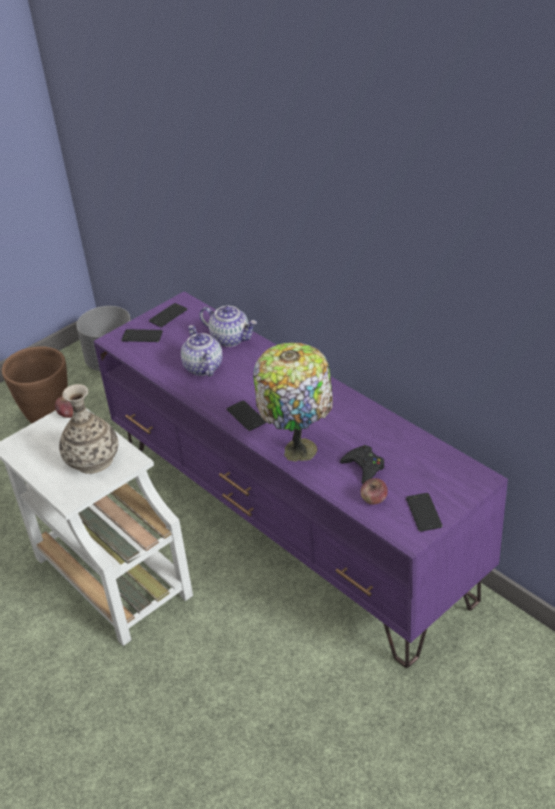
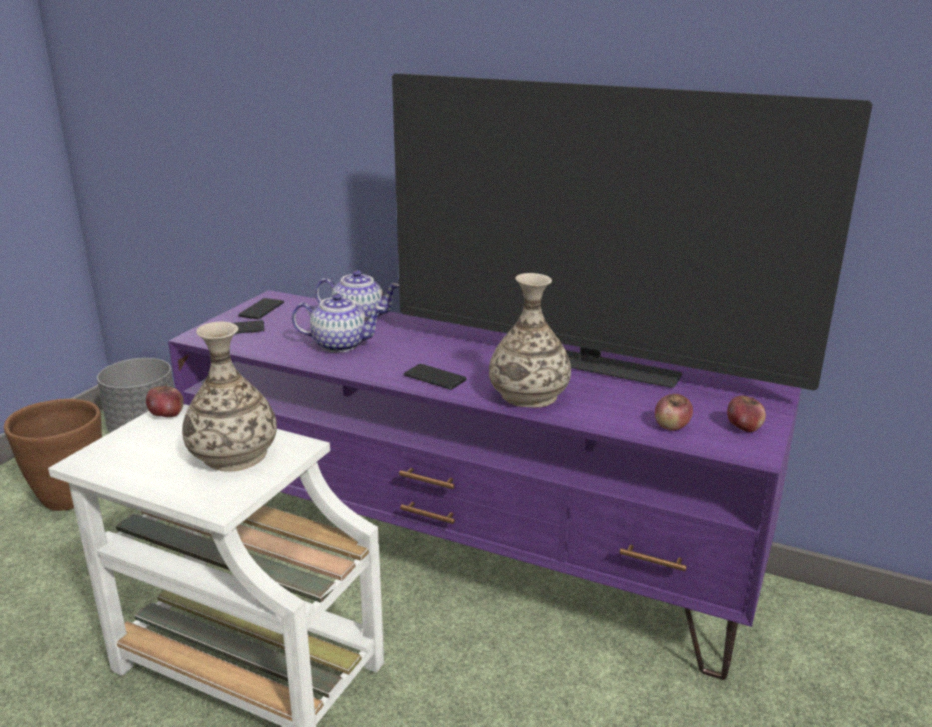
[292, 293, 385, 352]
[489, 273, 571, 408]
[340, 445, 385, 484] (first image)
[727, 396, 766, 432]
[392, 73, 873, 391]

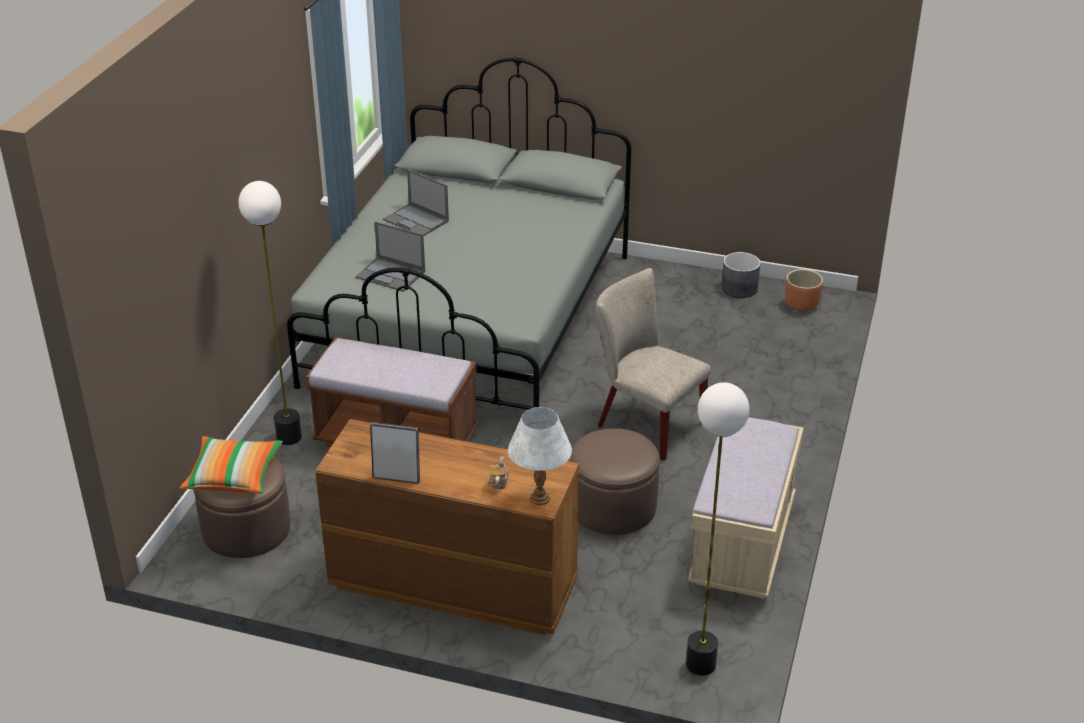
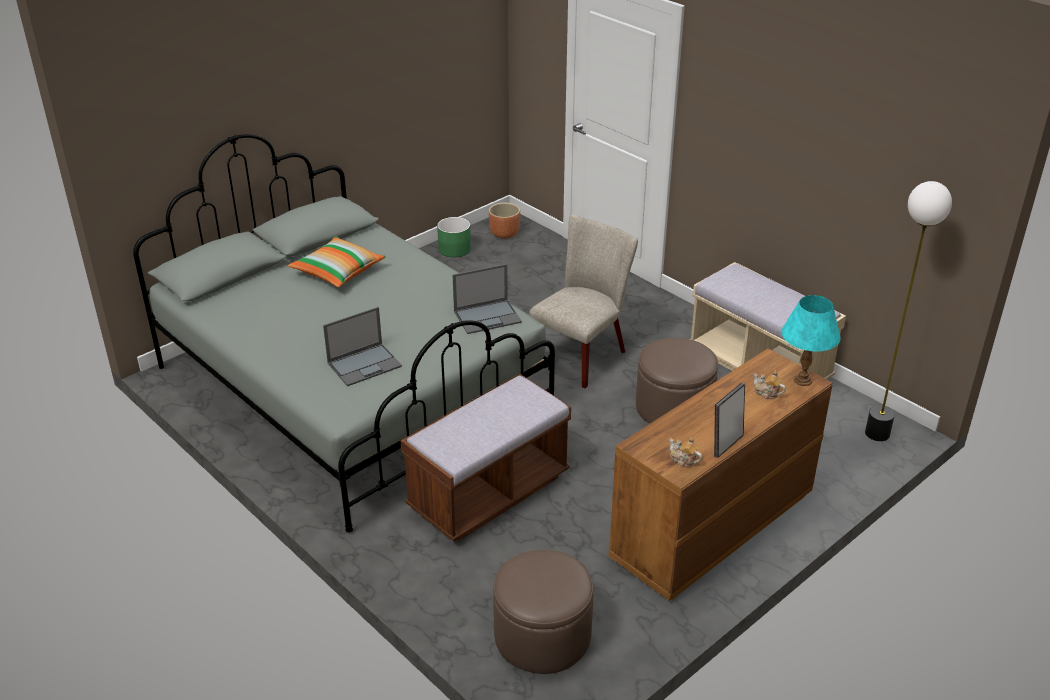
[452, 264, 522, 334]
[238, 181, 302, 445] (first image)
[437, 217, 471, 257]
[530, 215, 638, 388]
[781, 295, 841, 386]
[288, 236, 386, 287]
[669, 437, 702, 467]

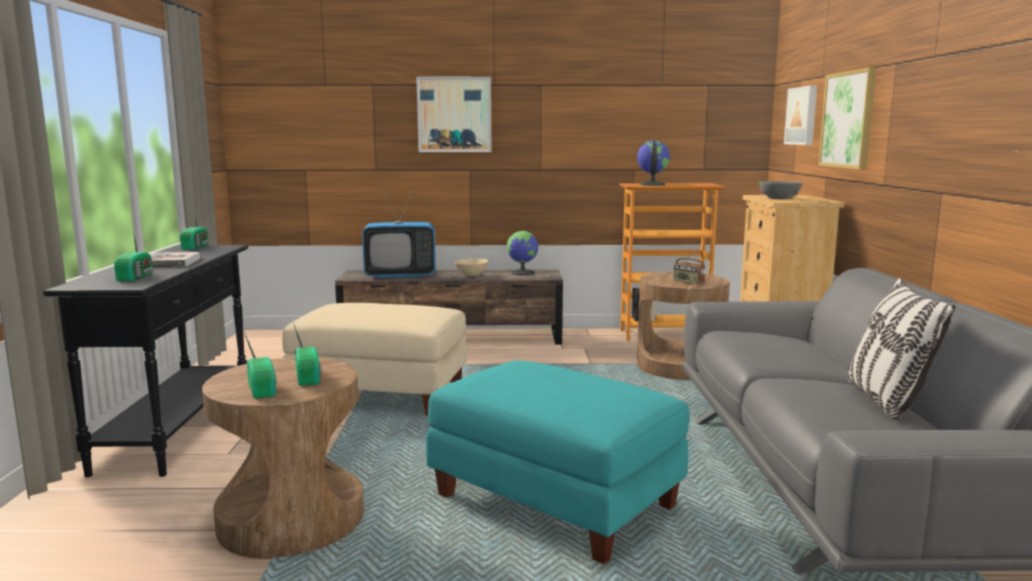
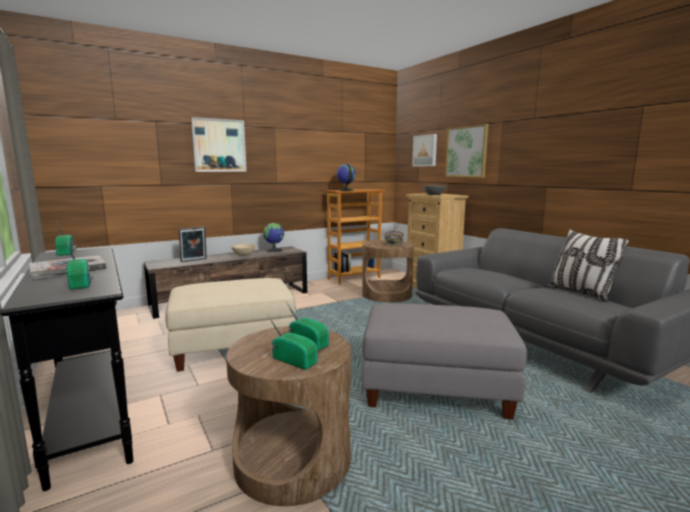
[179, 227, 207, 262]
[362, 303, 527, 420]

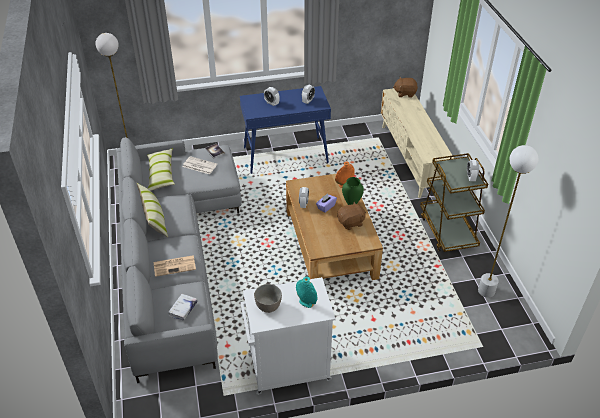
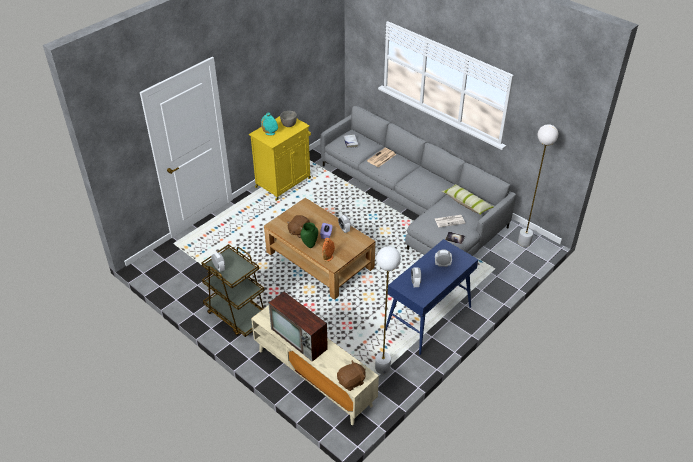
[375, 246, 401, 374]
[137, 183, 168, 237] (first image)
[249, 116, 311, 201]
[268, 292, 328, 362]

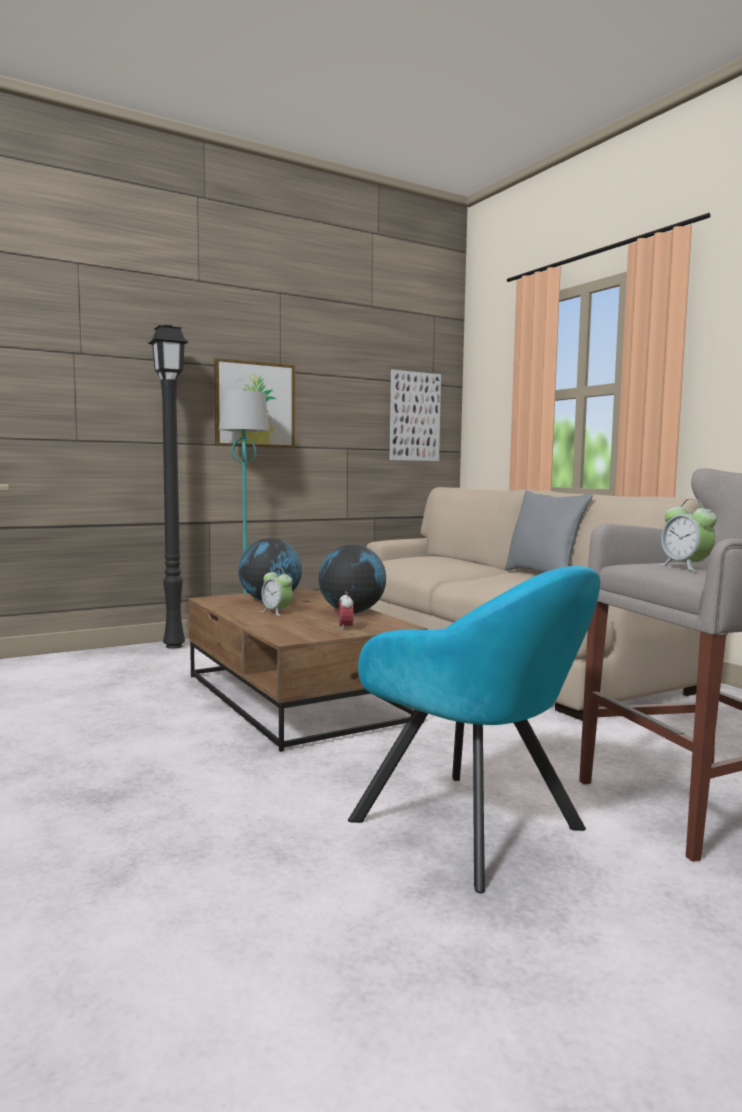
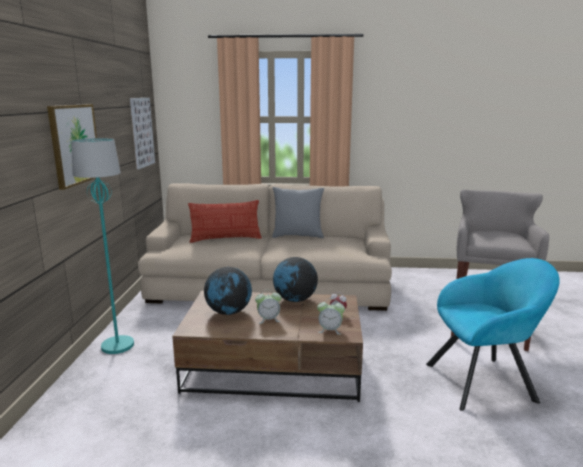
[148, 324, 189, 649] (first image)
[317, 299, 345, 335]
[188, 200, 262, 243]

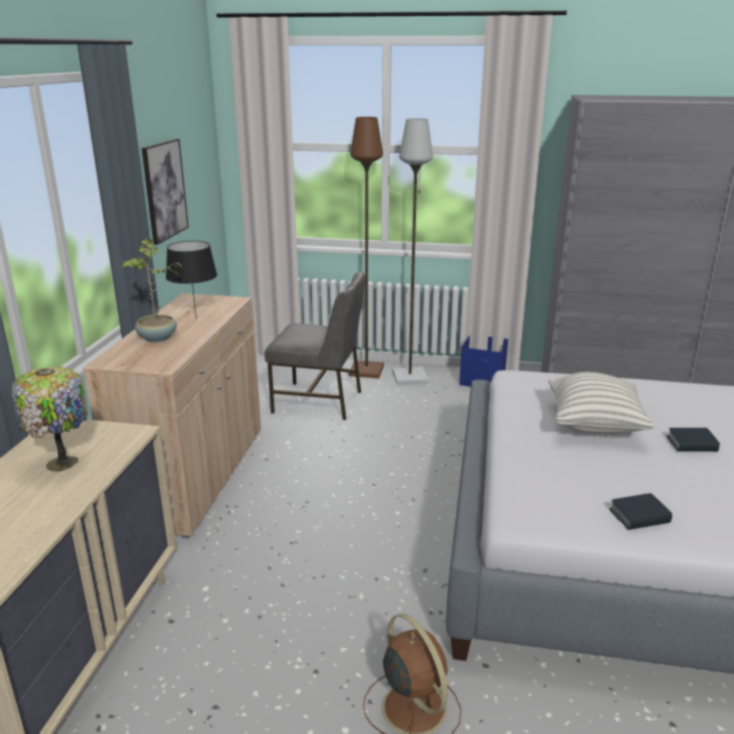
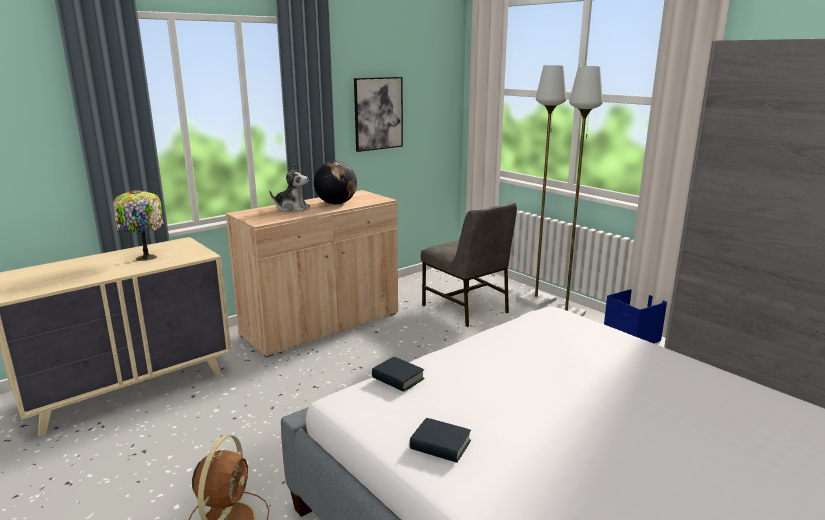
[516, 65, 567, 308]
[269, 164, 310, 212]
[314, 161, 357, 204]
[548, 372, 655, 434] (first image)
[372, 357, 424, 392]

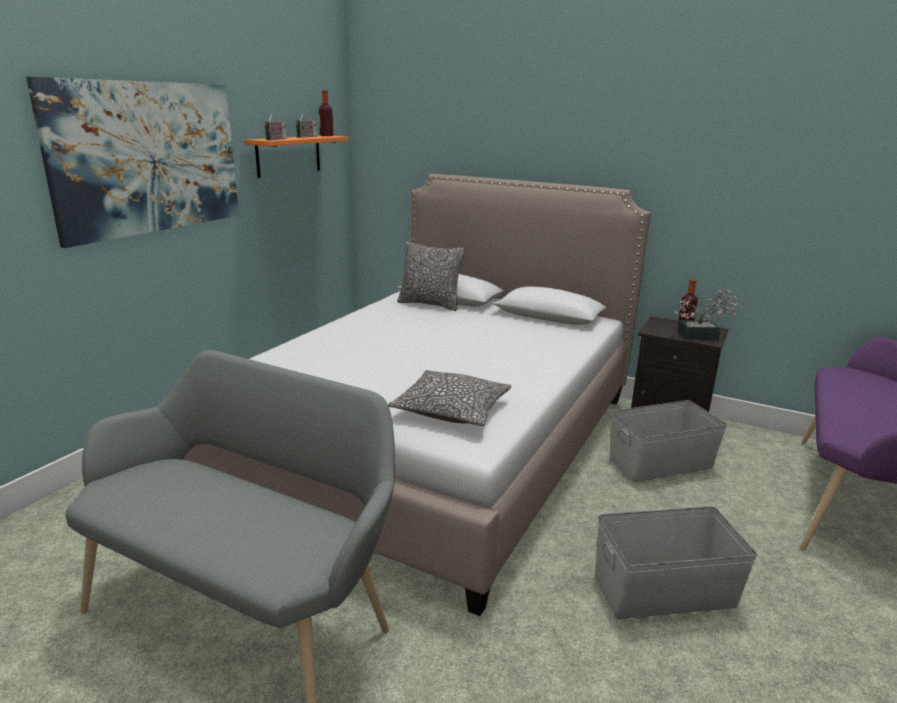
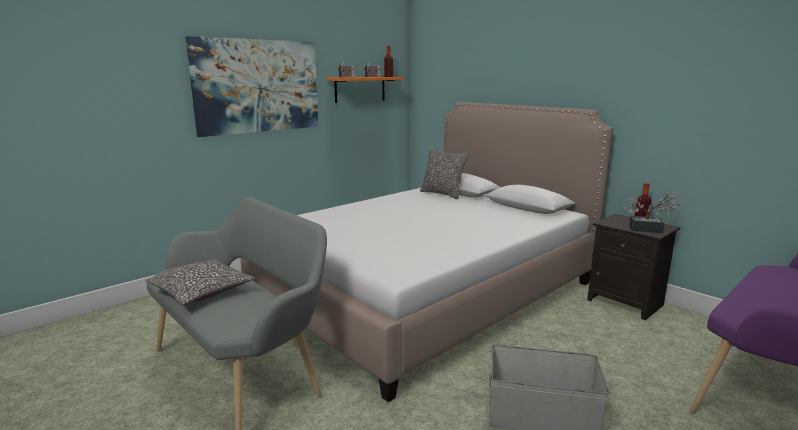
[146, 259, 255, 305]
[610, 400, 727, 482] (first image)

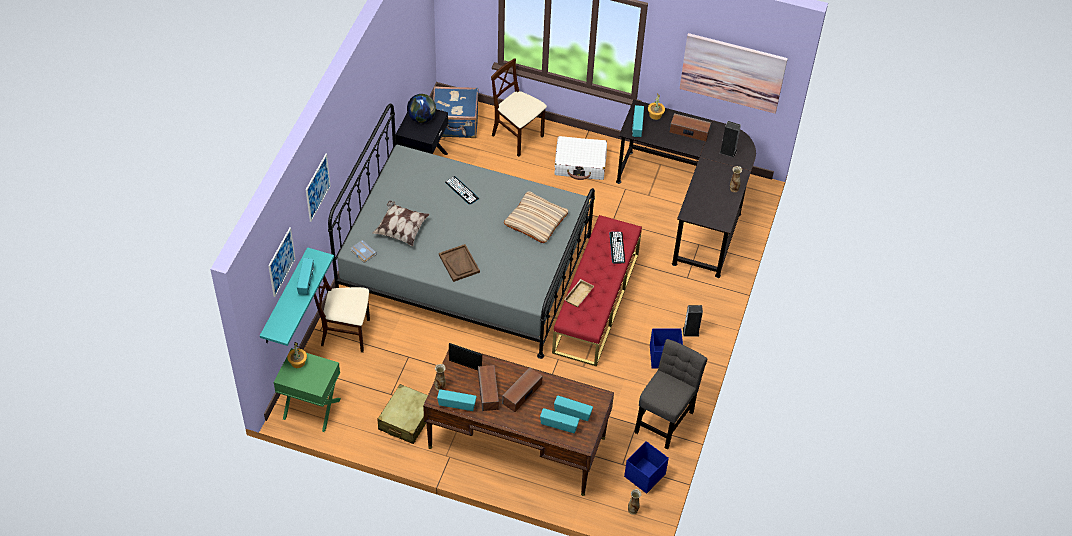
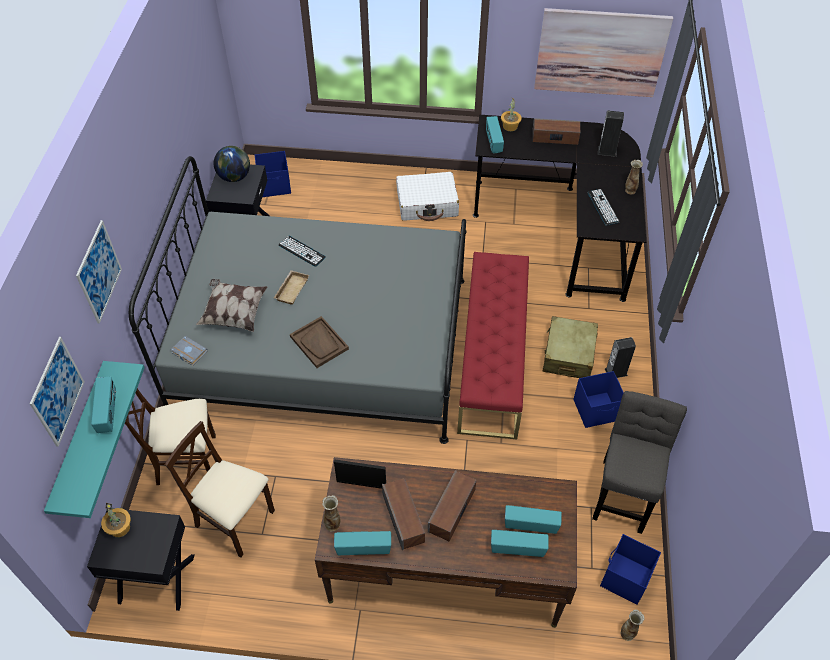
[165, 421, 275, 557]
[255, 151, 291, 197]
[504, 191, 568, 243] (first image)
[588, 189, 620, 225]
[274, 270, 309, 305]
[87, 508, 195, 611]
[543, 316, 598, 378]

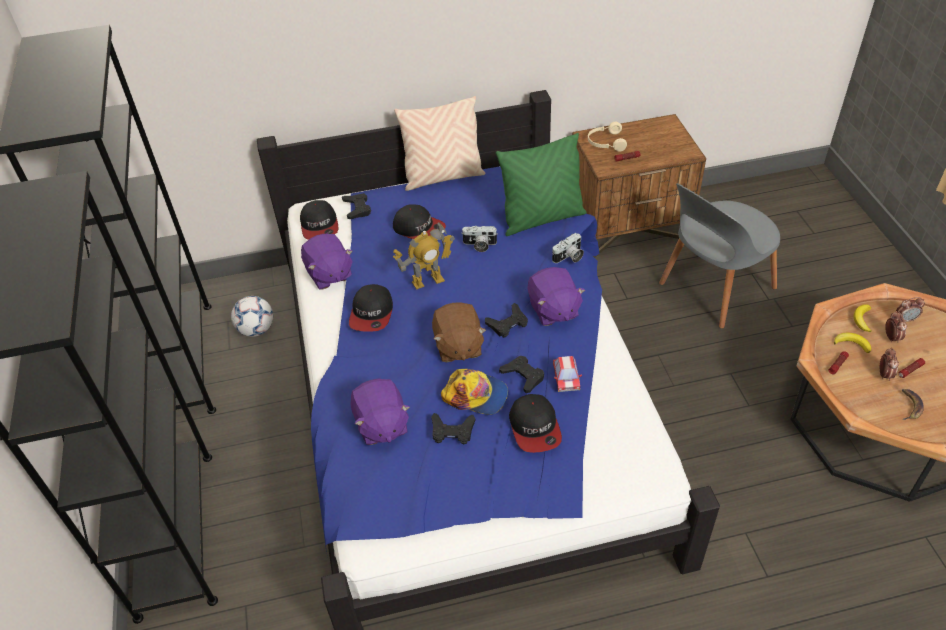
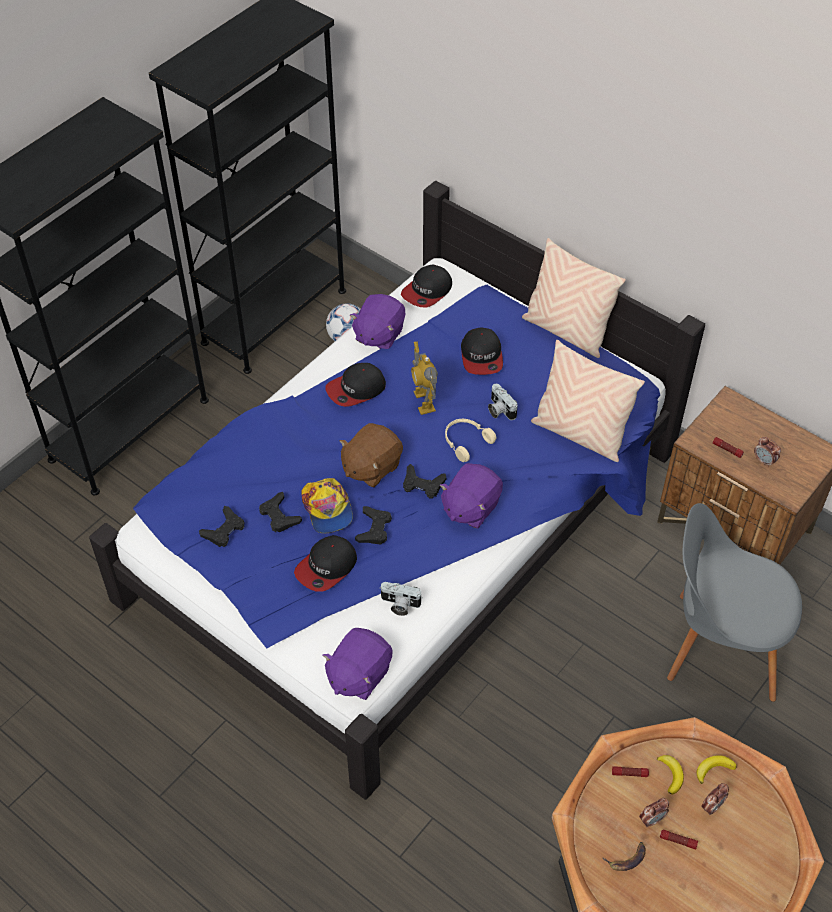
[445, 419, 496, 462]
[531, 340, 645, 462]
[199, 506, 245, 547]
[411, 341, 438, 415]
[380, 582, 423, 616]
[754, 437, 781, 467]
[553, 356, 582, 392] (first image)
[322, 628, 393, 700]

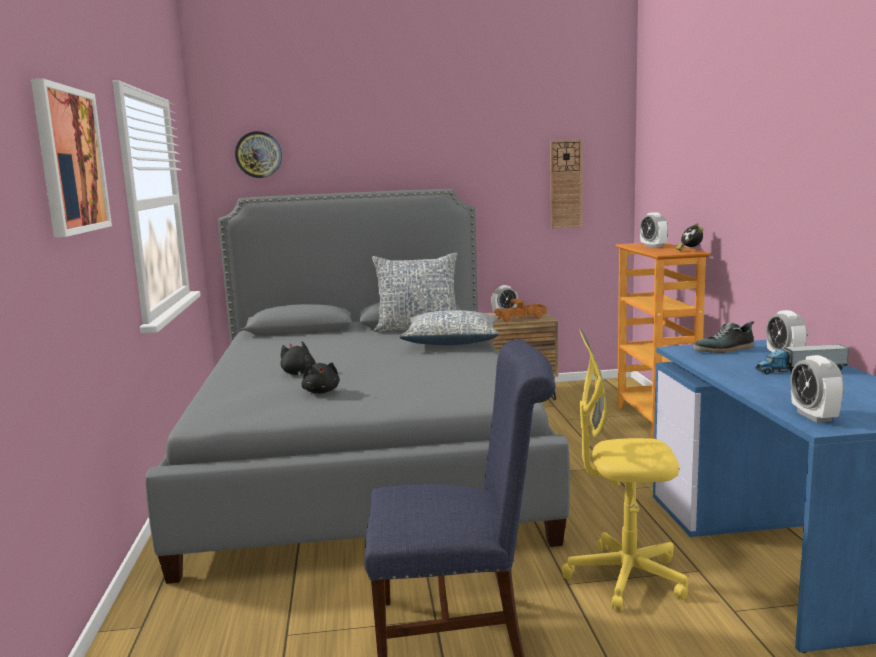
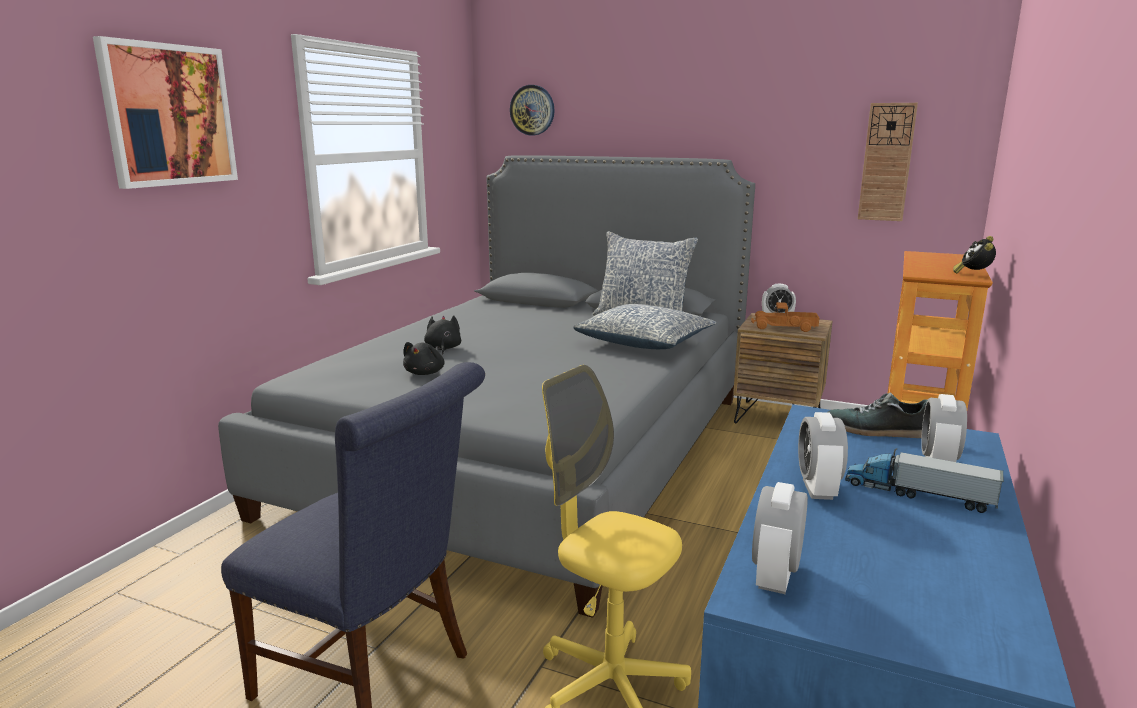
[798, 412, 848, 500]

